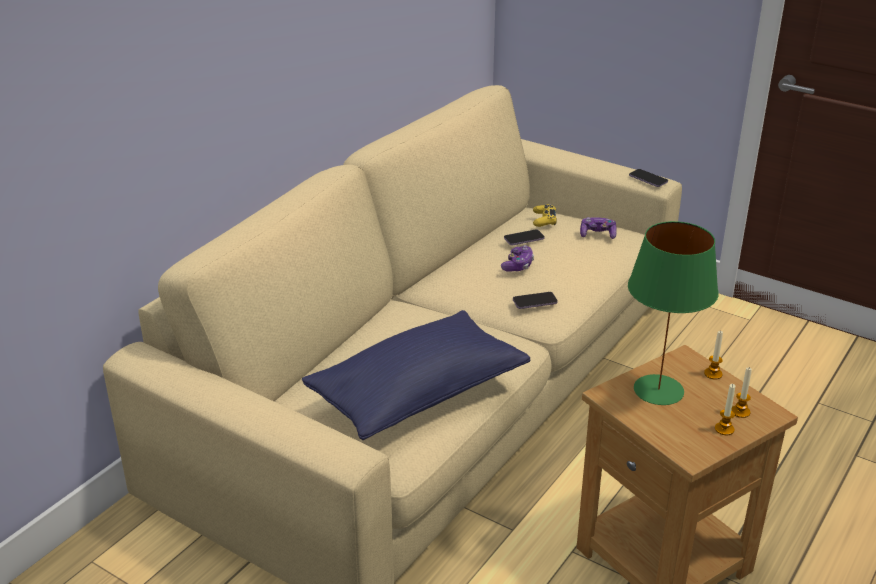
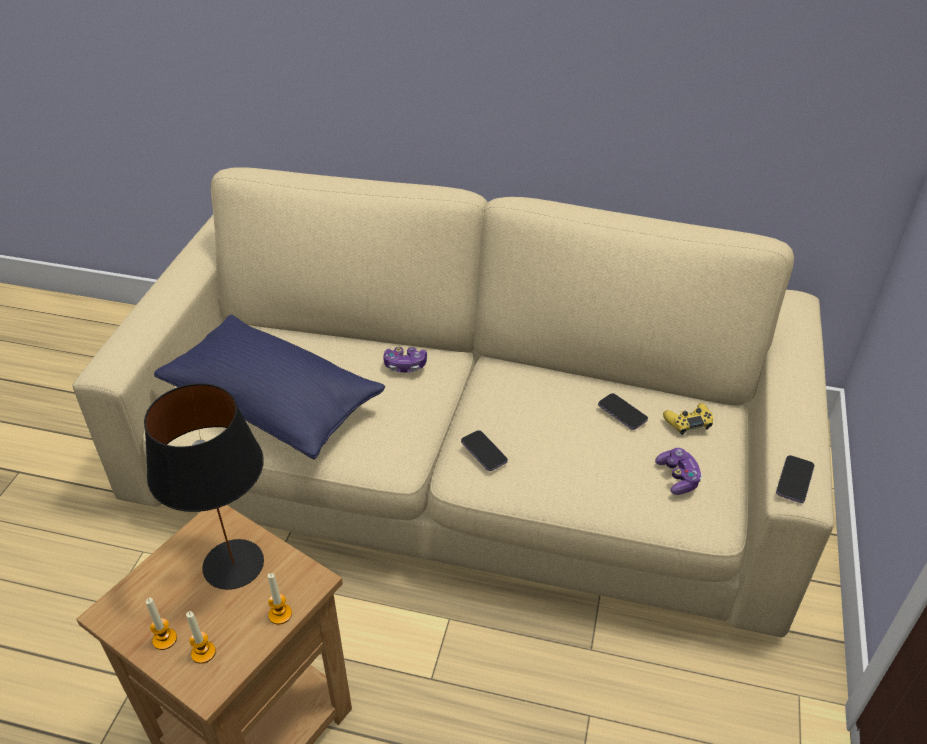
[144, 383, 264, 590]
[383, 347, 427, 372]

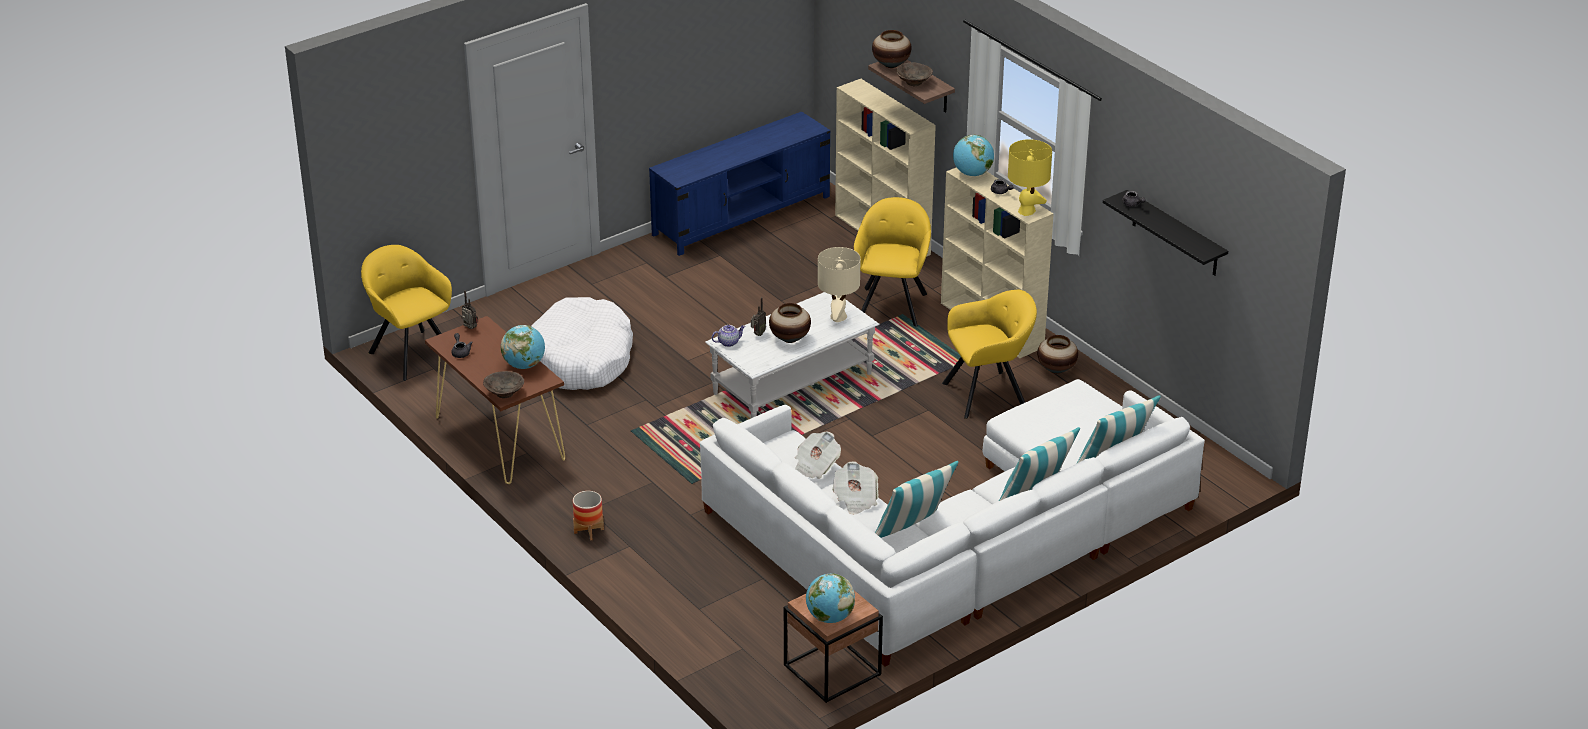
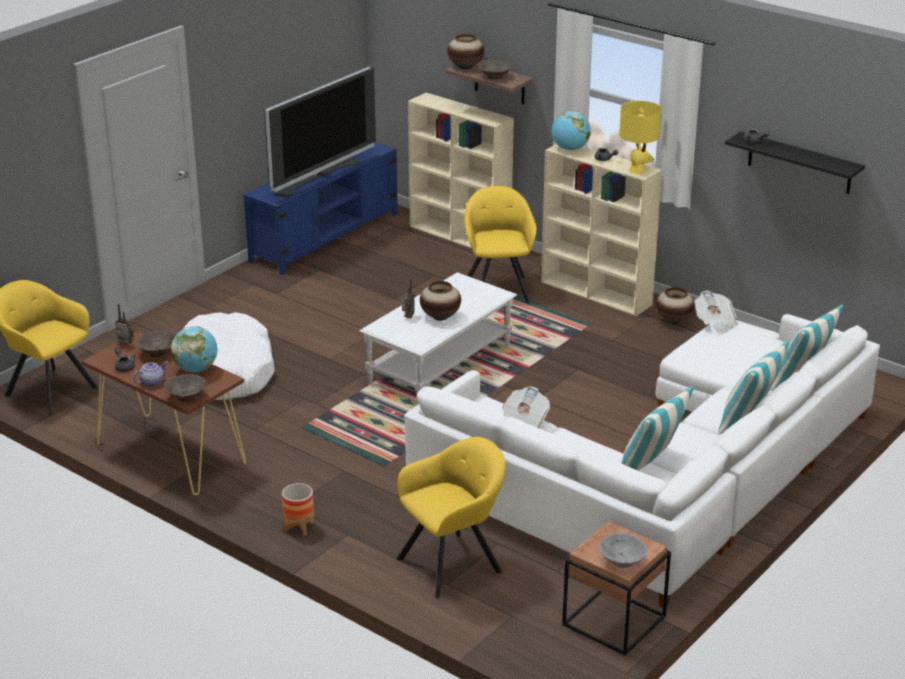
[818, 247, 861, 322] (first image)
[396, 437, 506, 598]
[133, 361, 168, 387]
[695, 291, 738, 334]
[599, 533, 648, 568]
[264, 66, 376, 197]
[136, 331, 175, 357]

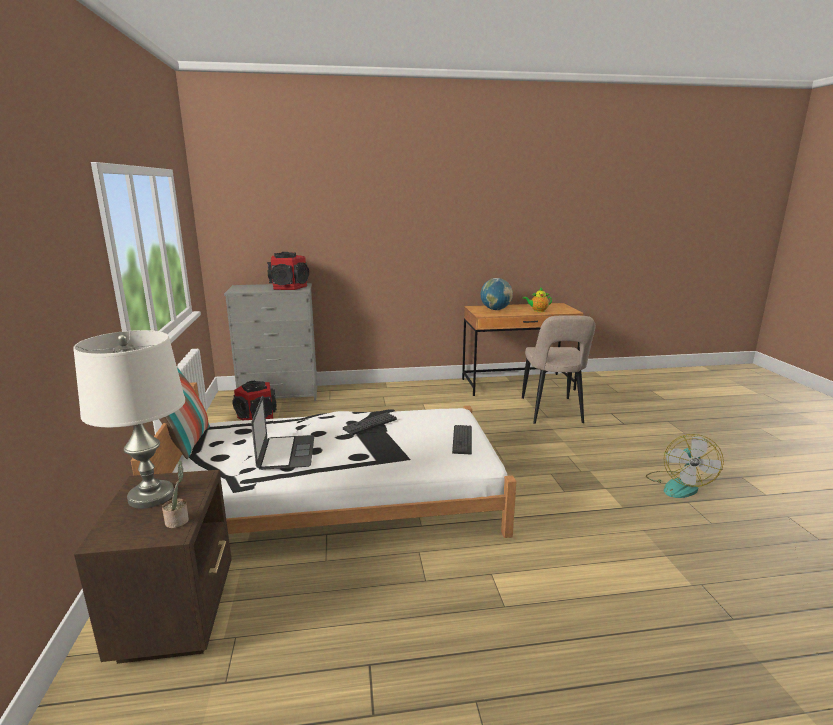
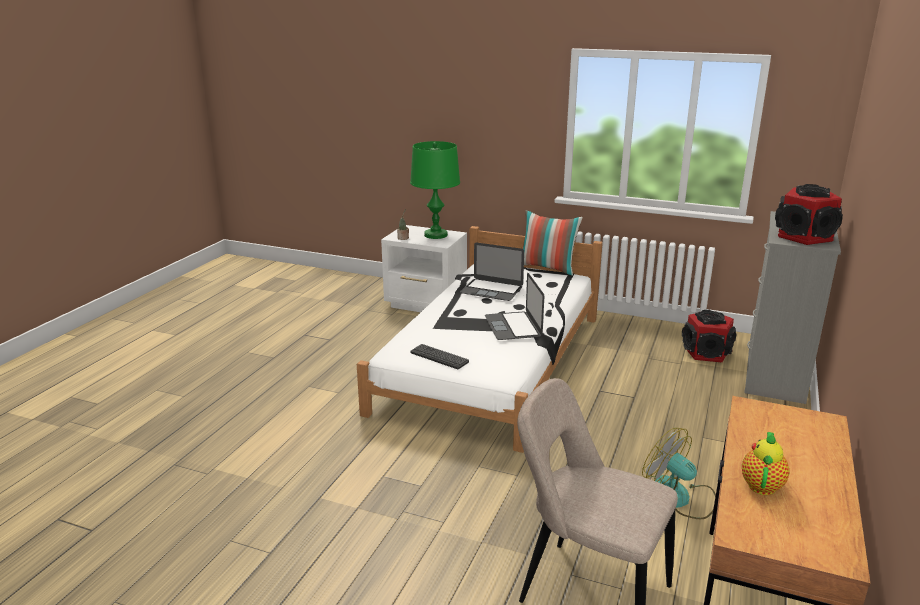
[481, 278, 513, 310] (first image)
[410, 141, 460, 239]
[485, 273, 544, 340]
[642, 428, 716, 519]
[381, 225, 467, 312]

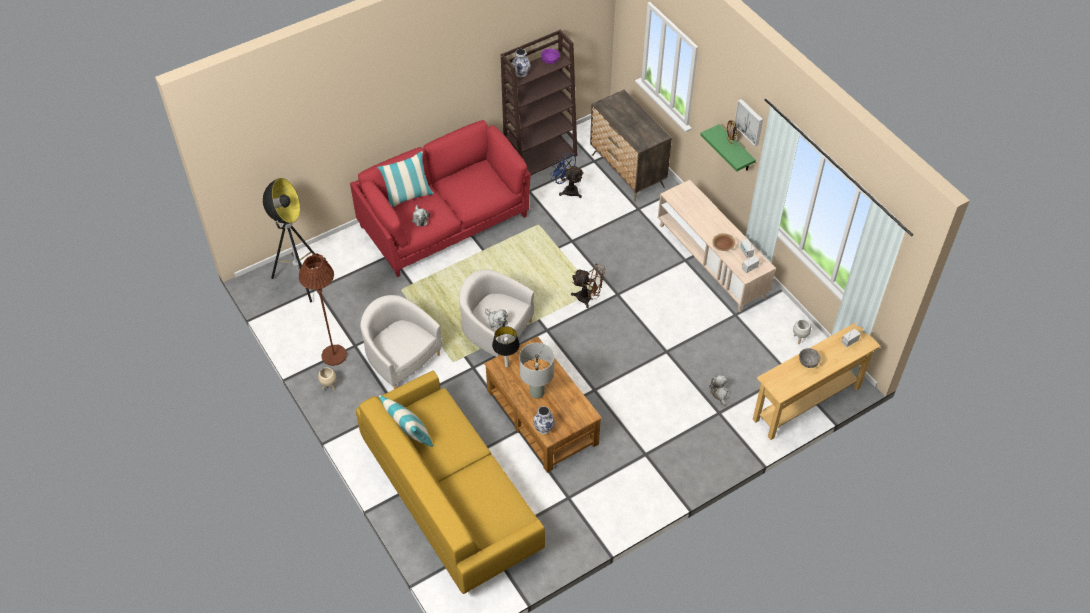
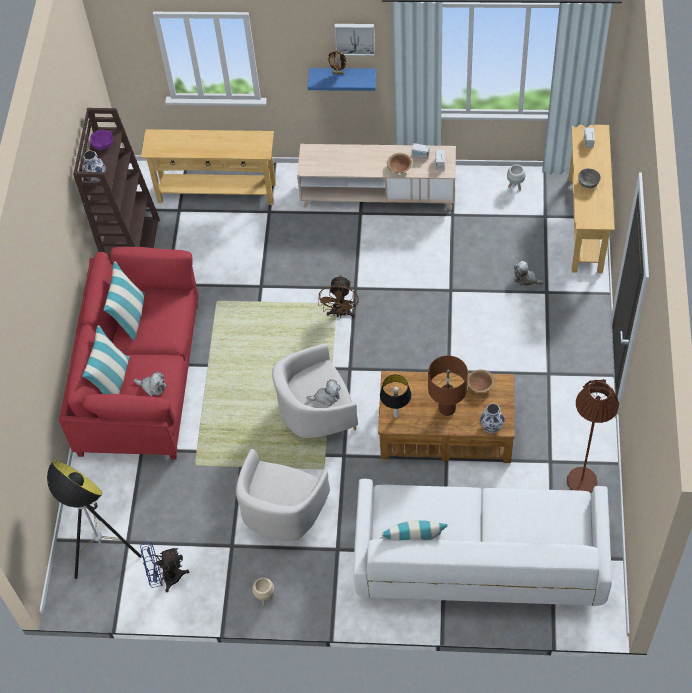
[141, 129, 276, 205]
[308, 68, 377, 91]
[140, 542, 189, 592]
[567, 379, 619, 493]
[318, 275, 359, 318]
[236, 449, 330, 541]
[428, 356, 468, 416]
[353, 479, 612, 606]
[103, 262, 145, 340]
[467, 370, 494, 393]

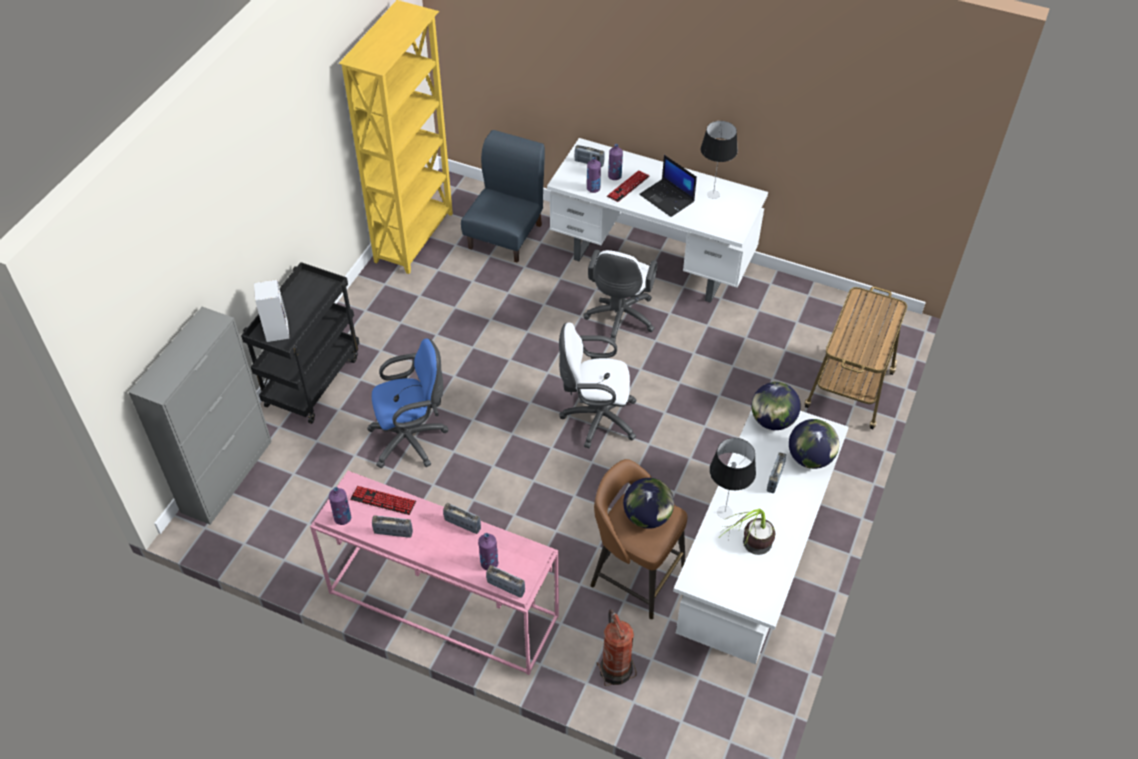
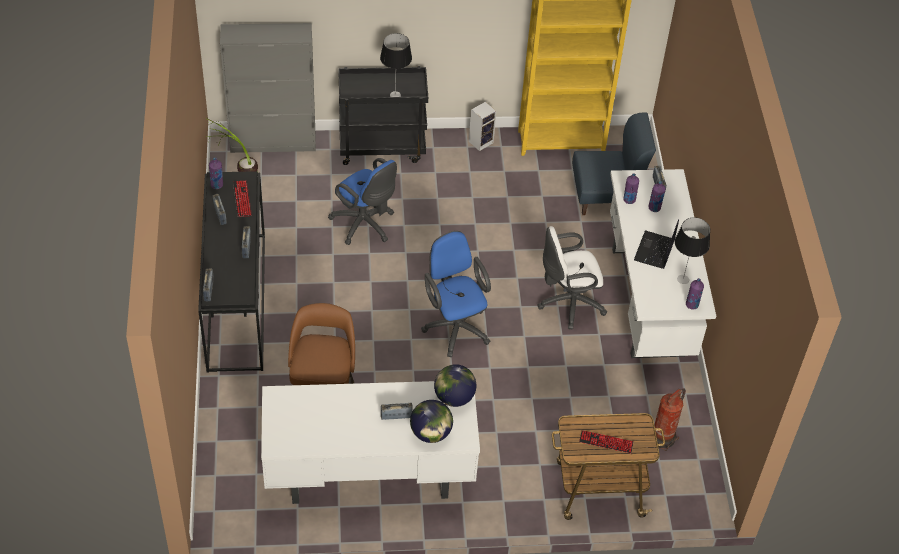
[579, 430, 633, 453]
[469, 102, 496, 151]
[421, 231, 491, 357]
[380, 33, 412, 97]
[198, 171, 265, 373]
[623, 478, 674, 529] (first image)
[206, 118, 258, 173]
[686, 278, 704, 310]
[654, 388, 686, 451]

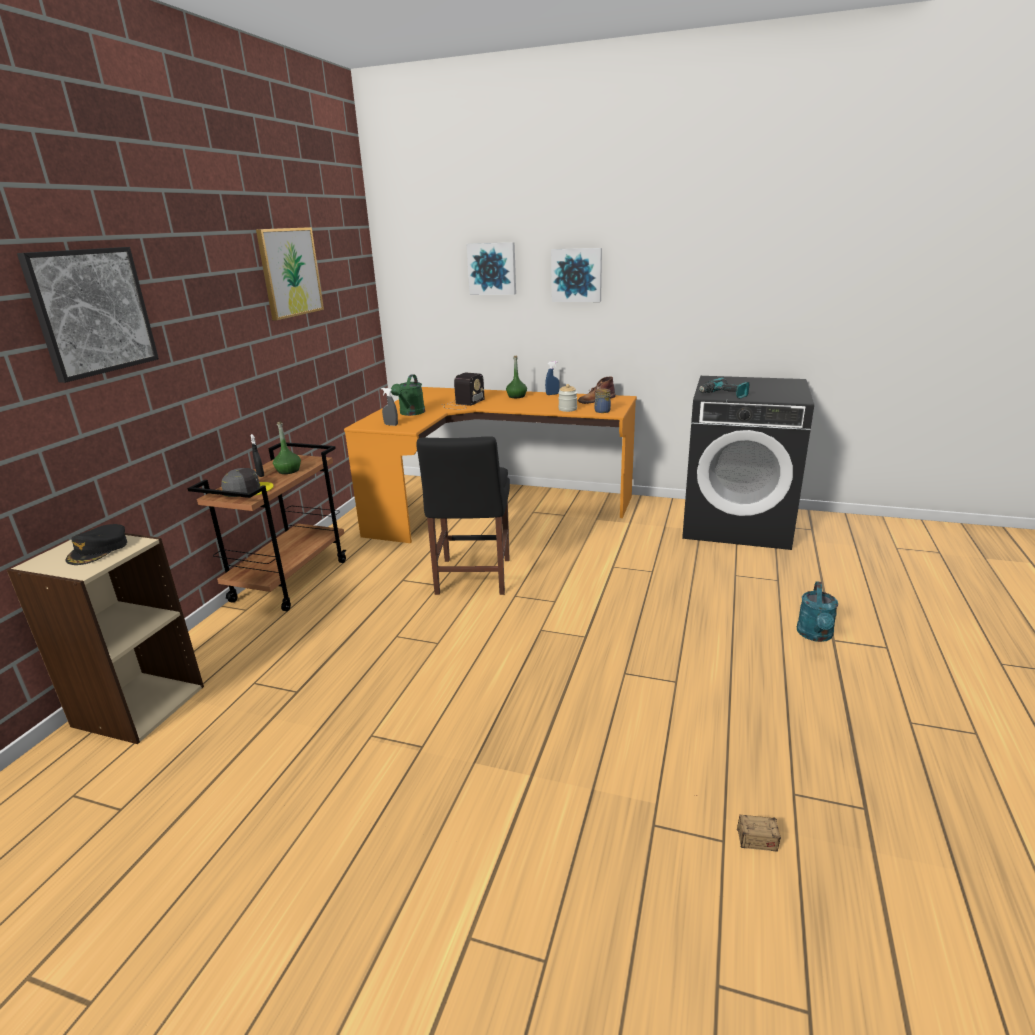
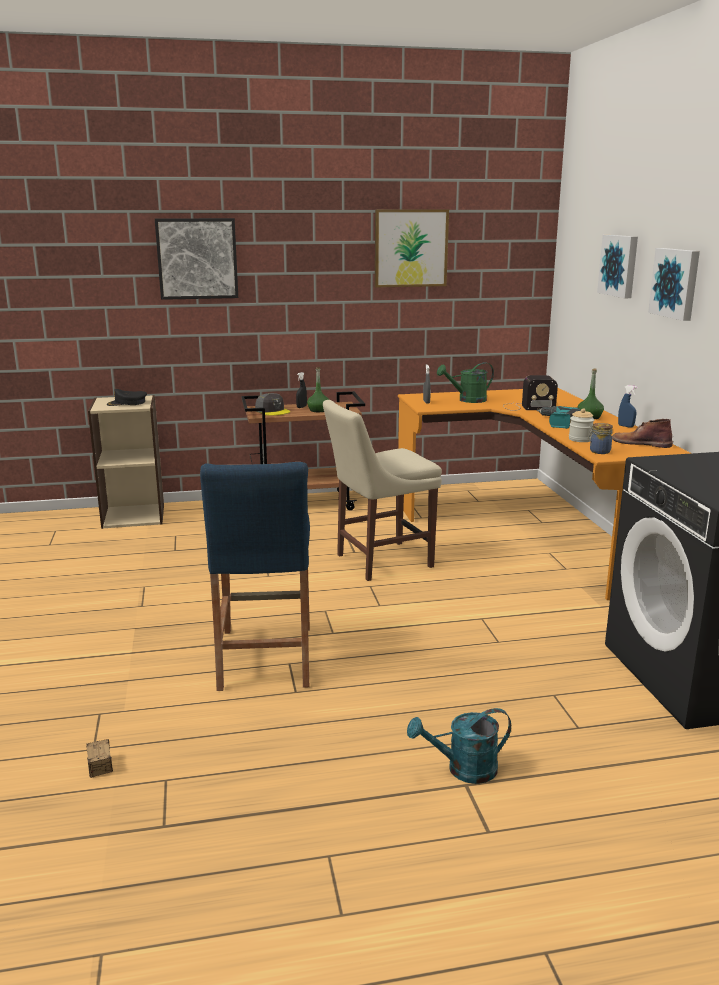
[537, 406, 581, 429]
[323, 400, 442, 581]
[200, 462, 310, 691]

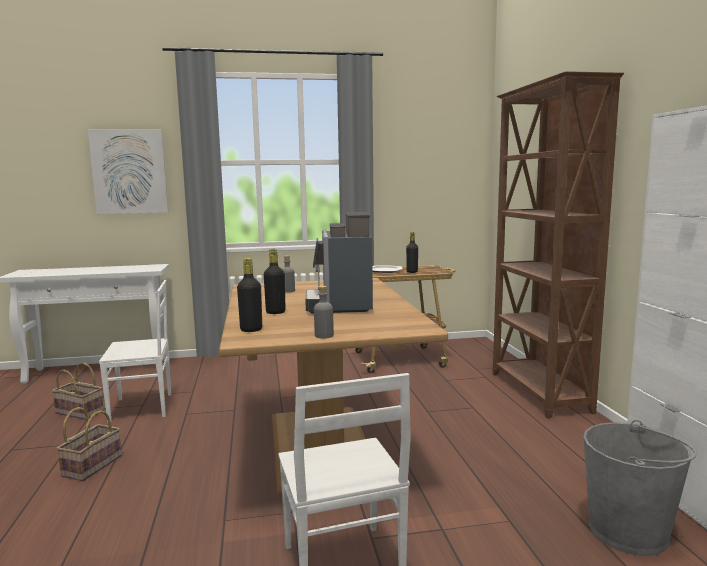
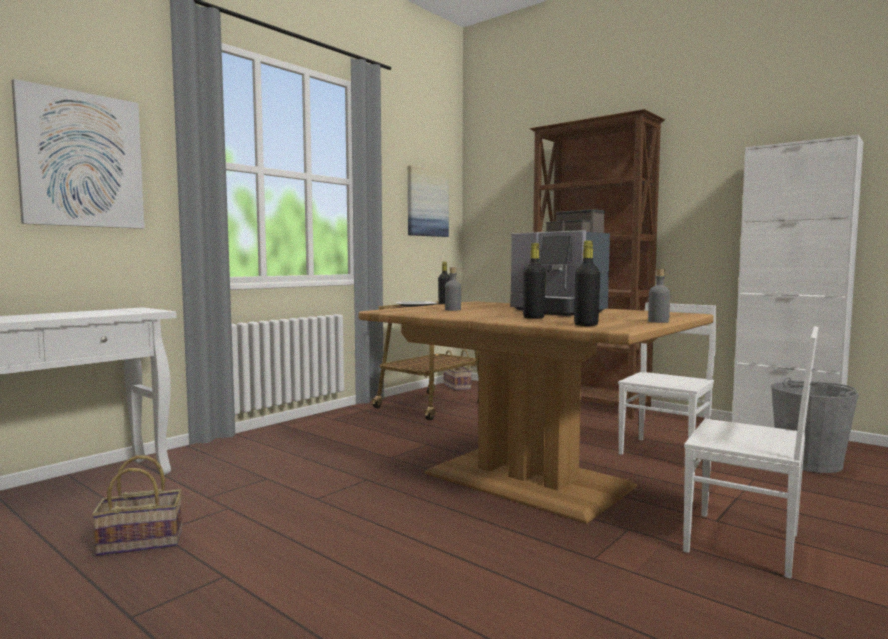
[618, 303, 716, 455]
[443, 349, 472, 390]
[408, 165, 449, 237]

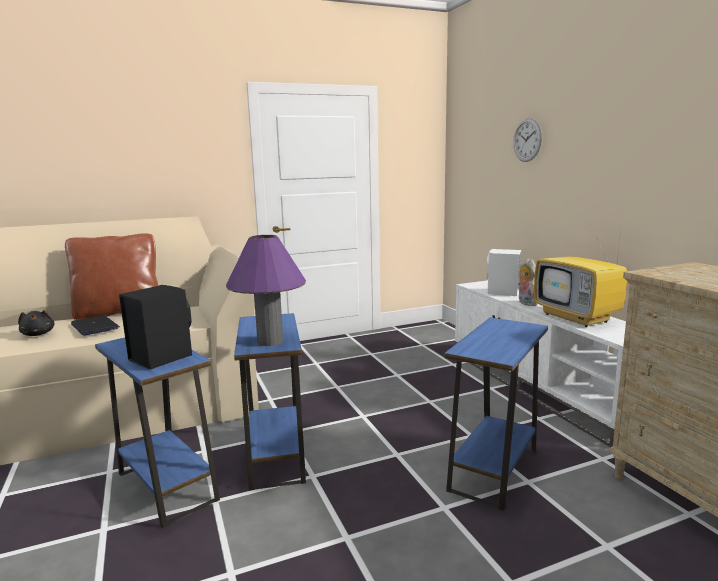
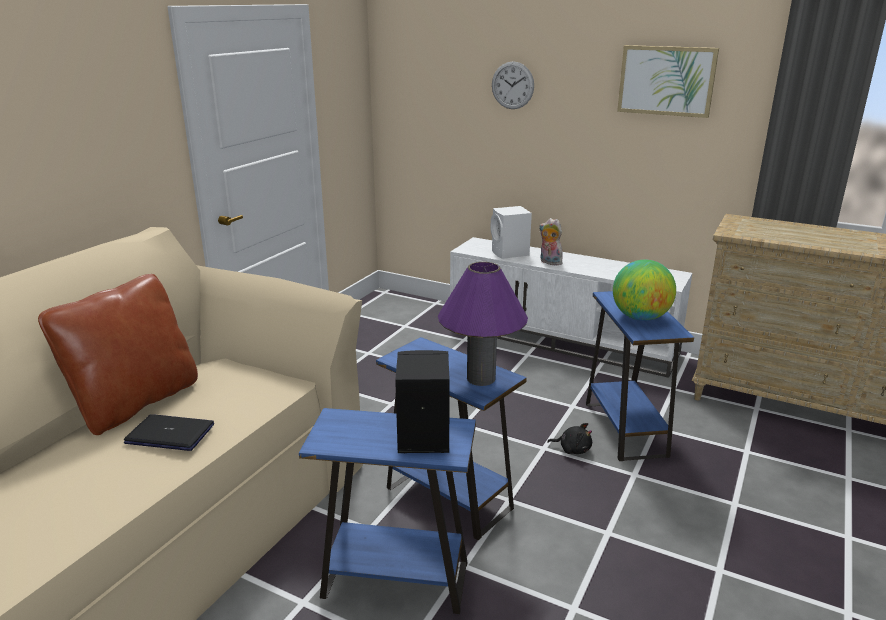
[534, 221, 627, 327] (first image)
[547, 423, 592, 454]
[617, 45, 719, 118]
[613, 260, 676, 321]

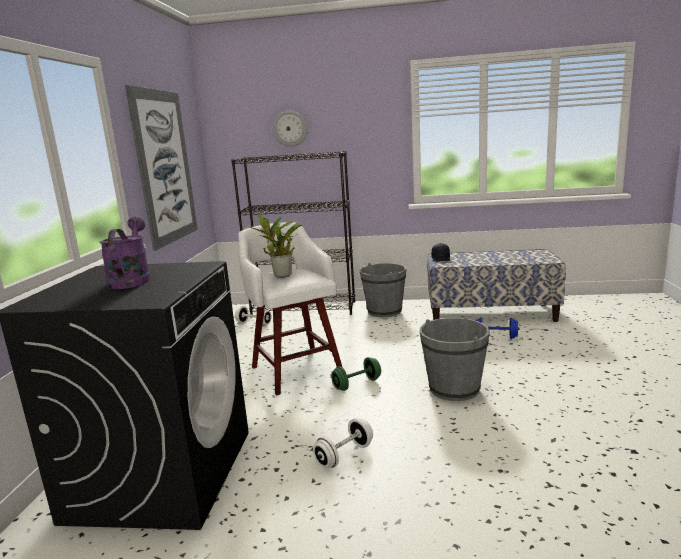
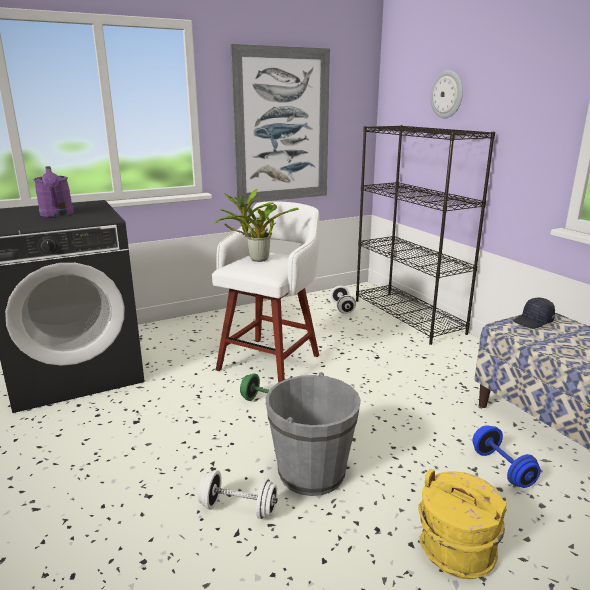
[33, 166, 74, 217]
[360, 263, 406, 317] (first image)
[198, 470, 278, 519]
[418, 469, 507, 579]

